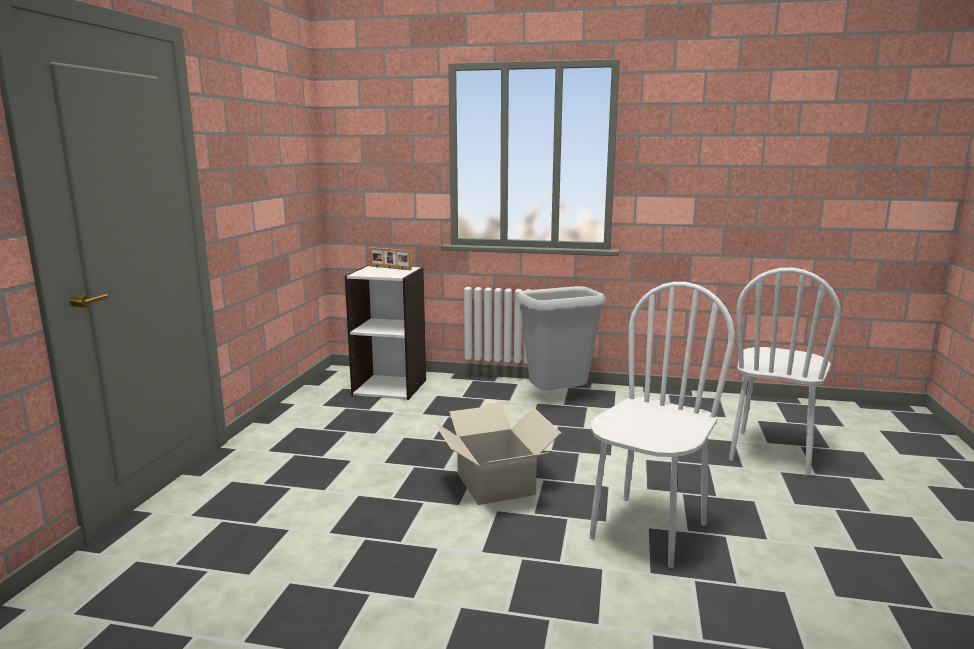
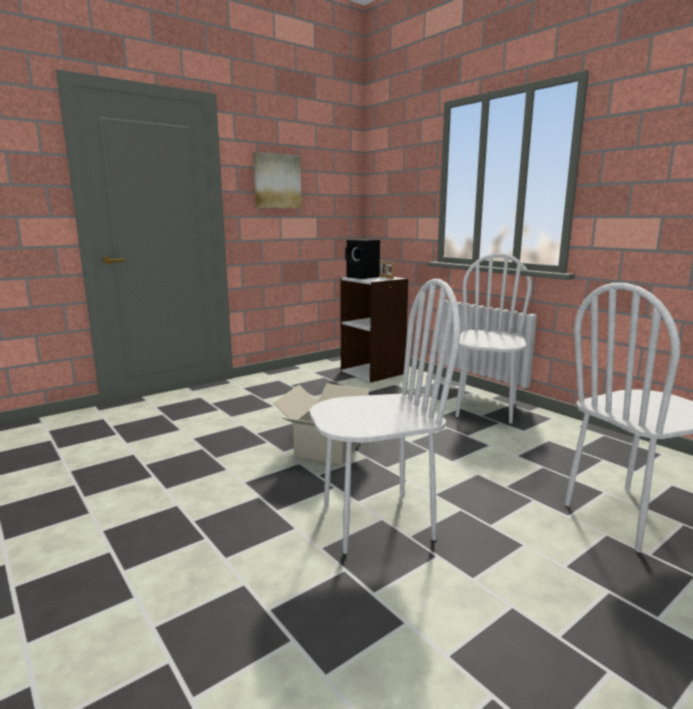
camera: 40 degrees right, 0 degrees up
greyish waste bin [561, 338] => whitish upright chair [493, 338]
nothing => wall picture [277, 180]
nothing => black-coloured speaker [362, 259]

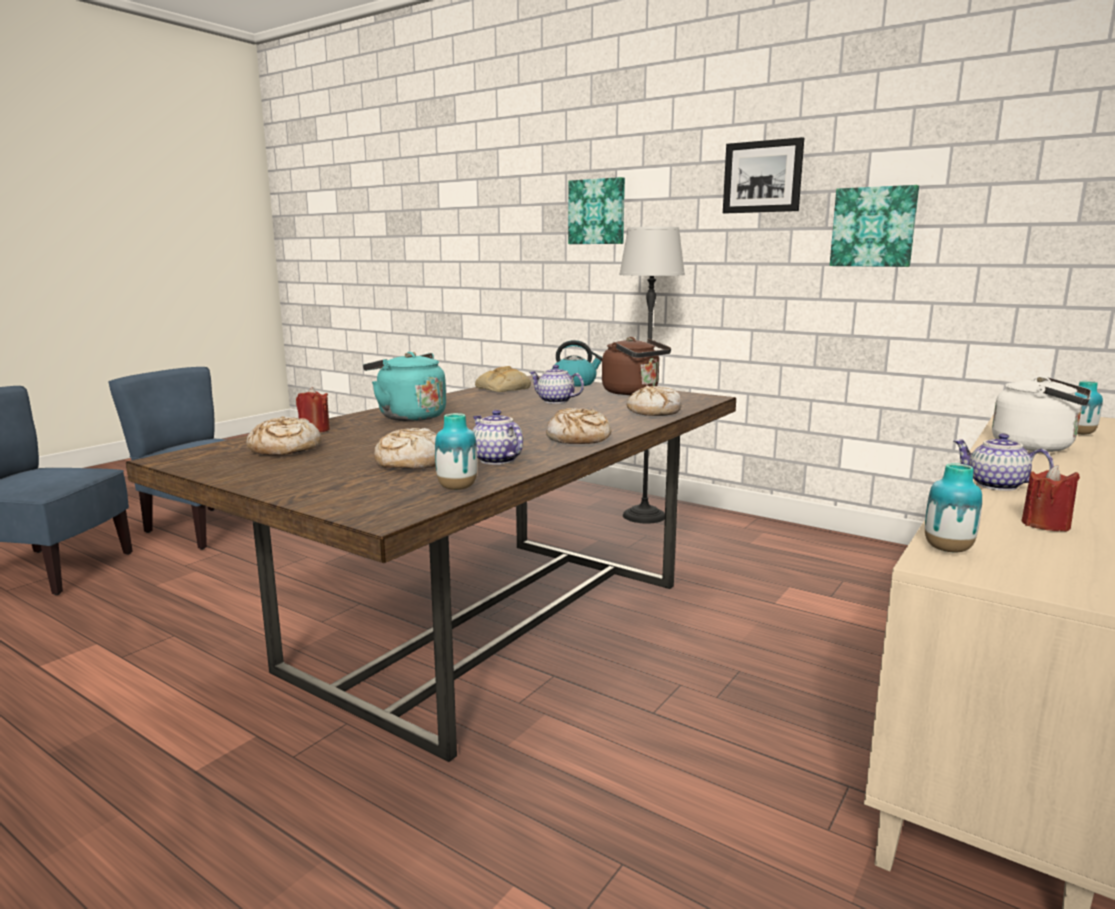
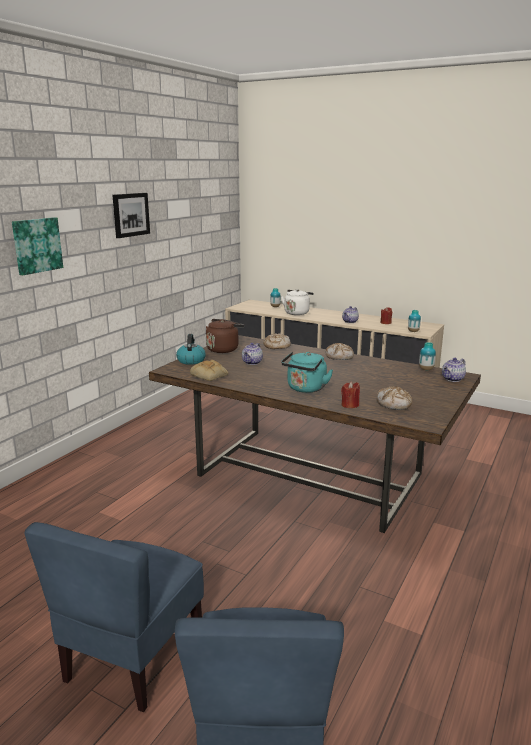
camera: 95 degrees left, 5 degrees up
bread [405, 448] => nothing
tea pot [497, 437] => tea pot [454, 370], move
standard lamp [652, 375] => nothing
wall picture [874, 226] => nothing

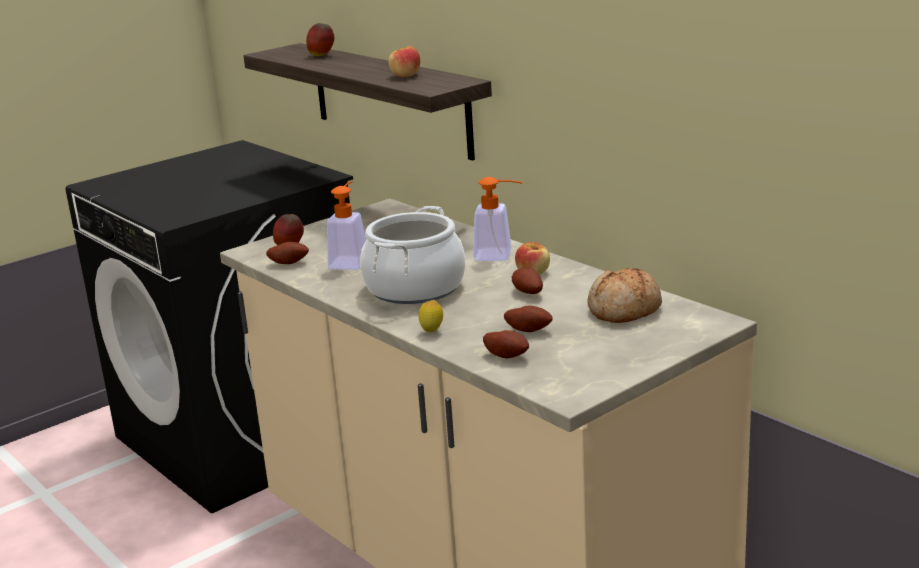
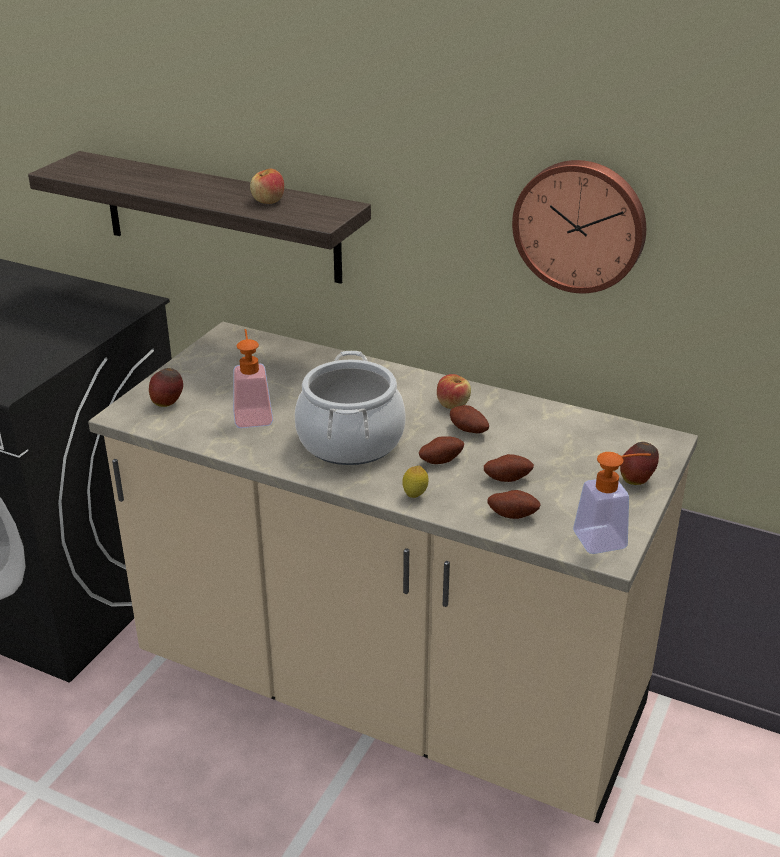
camera: 25 degrees left, 10 degrees up
whole potato [287, 253] => whole potato [441, 450], move
apple [320, 39] => apple [639, 463], move
soap dispenser [498, 219] => soap dispenser [612, 503], move
bread [625, 295] => nothing
nothing => wall clock [579, 226]

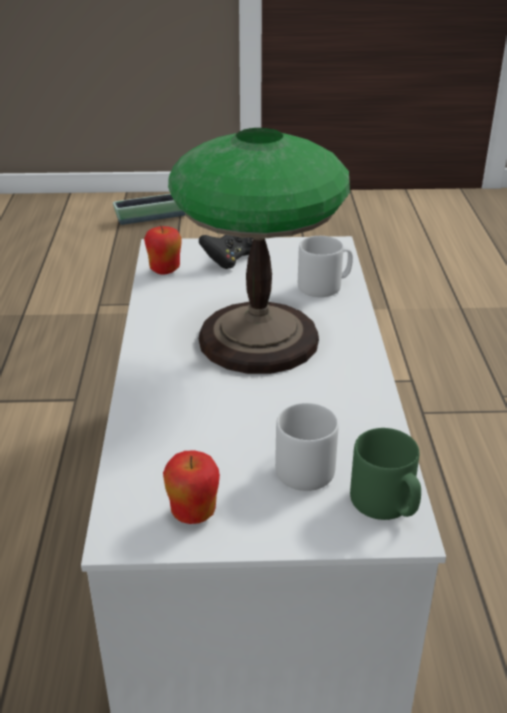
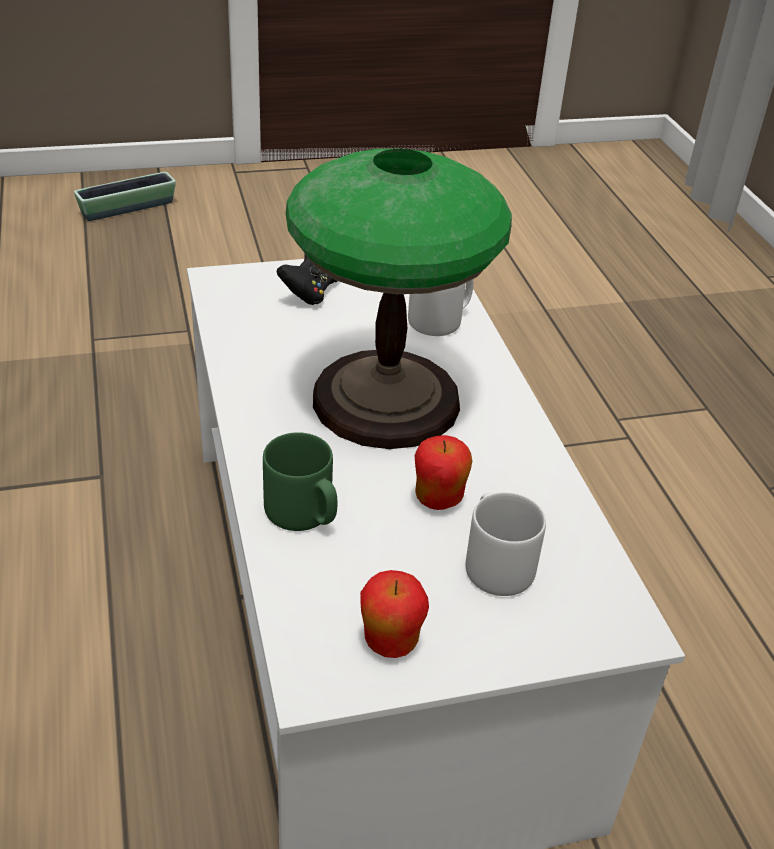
camera: 15 degrees left, 5 degrees up
apple [163, 250] => apple [443, 472], move
green tea mug [385, 474] => green tea mug [300, 481], move

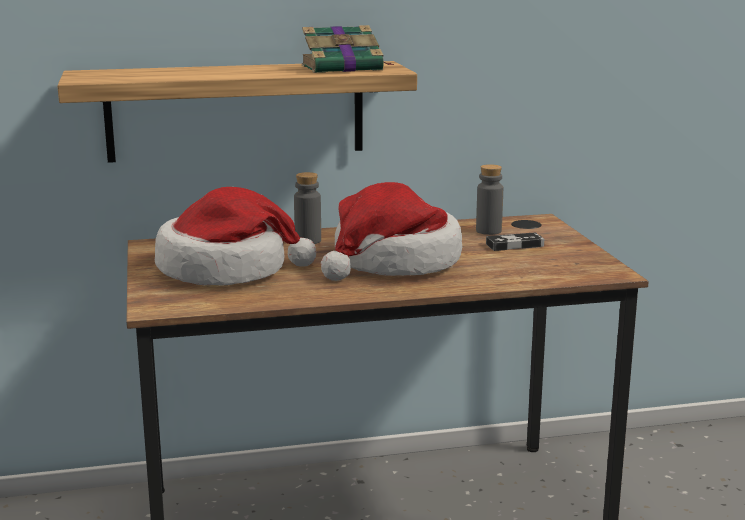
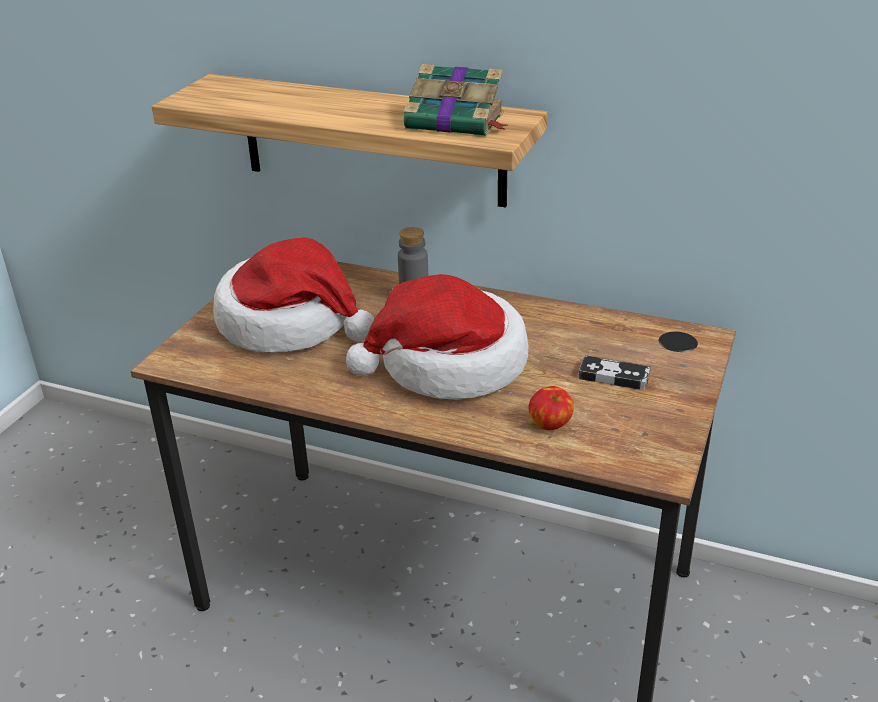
camera: 35 degrees right, 15 degrees up
greyish beverage bottle [489, 199] => nothing
nothing => apple [551, 408]

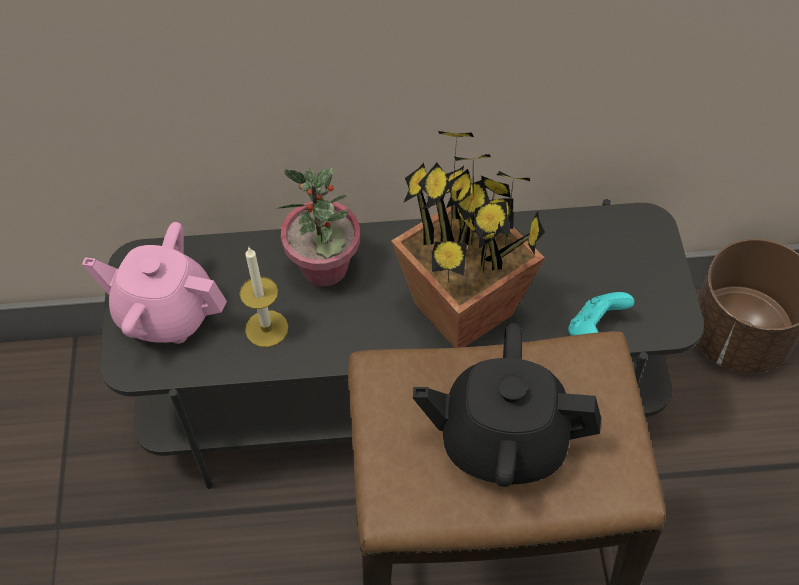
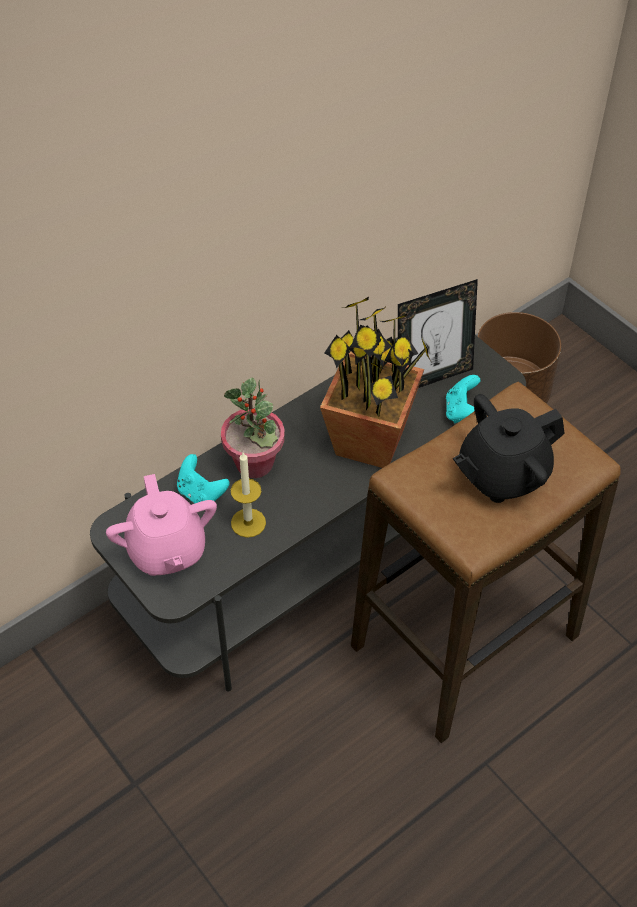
camera: 35 degrees left, 5 degrees down
pink-coloured tea pot [154, 283] => pink-coloured tea pot [161, 525], 90 degrees counterclockwise
nothing => turquoise gamepad [203, 479]
nothing => picture frame [438, 333]

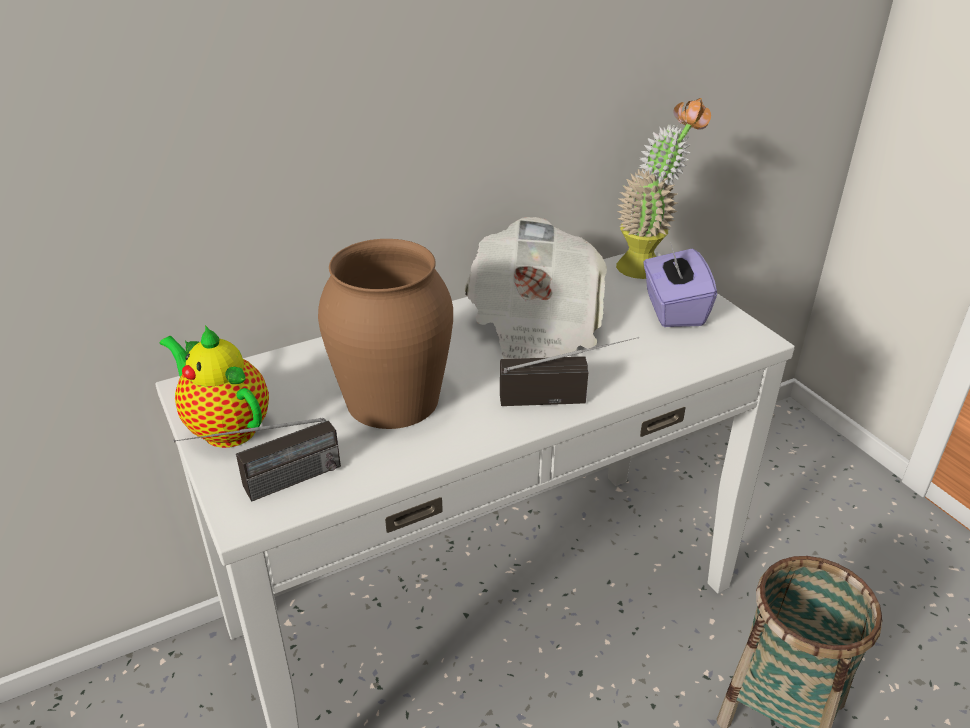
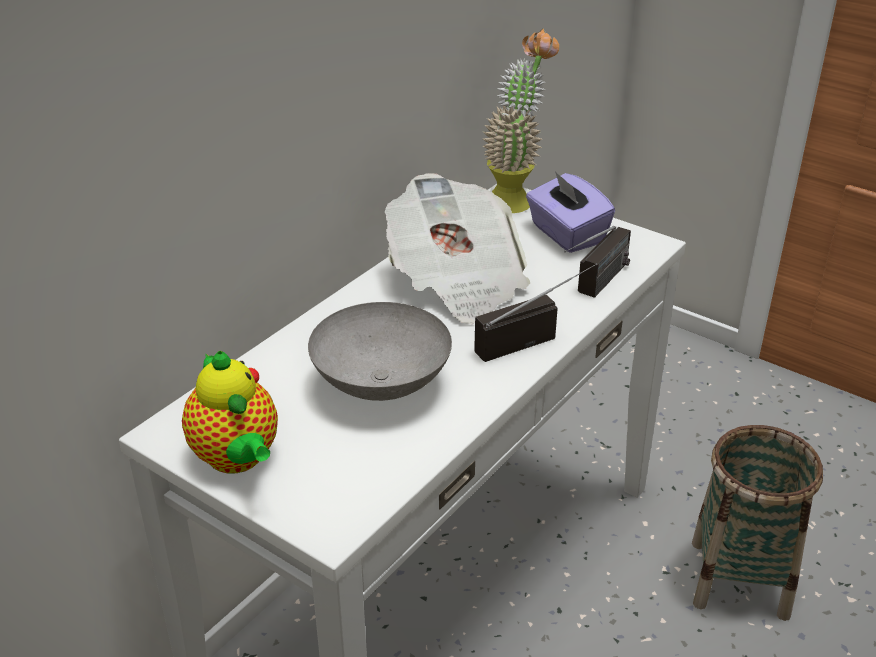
camera: 25 degrees left, 0 degrees up
tea pot [214, 386] => tea pot [230, 412], 135 degrees counterclockwise
radio [257, 459] => radio [597, 262], move
brown-coloured vase [385, 334] => greyish deep dish [380, 351]

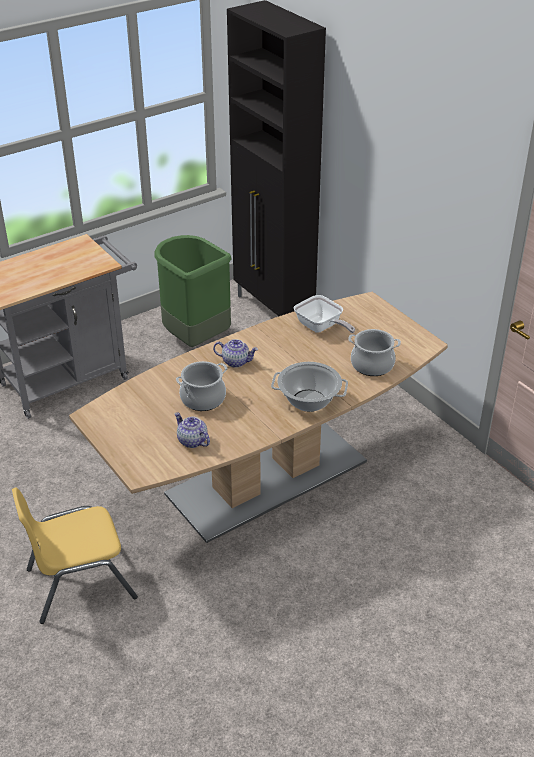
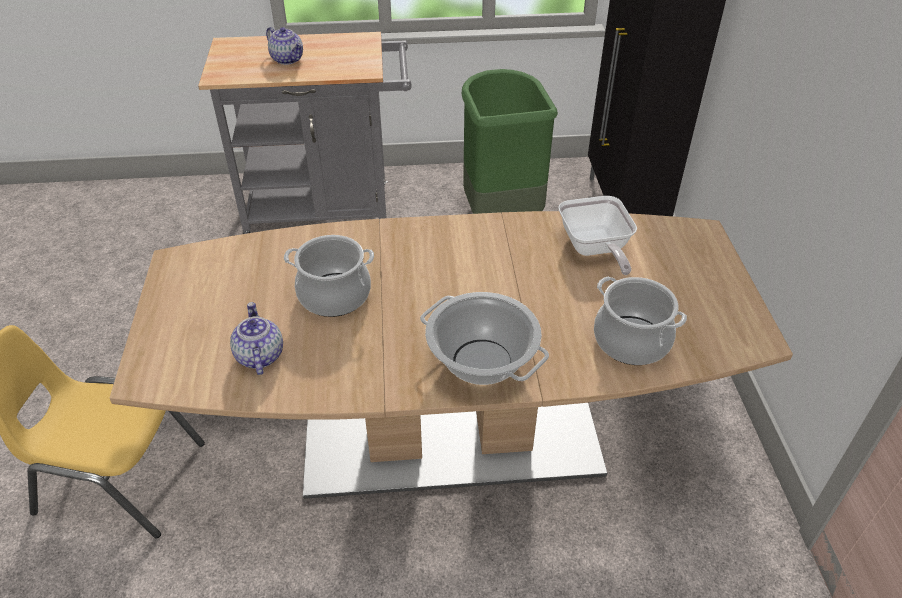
camera: 30 degrees right, 5 degrees up
tea pot [235, 353] => tea pot [284, 46], move

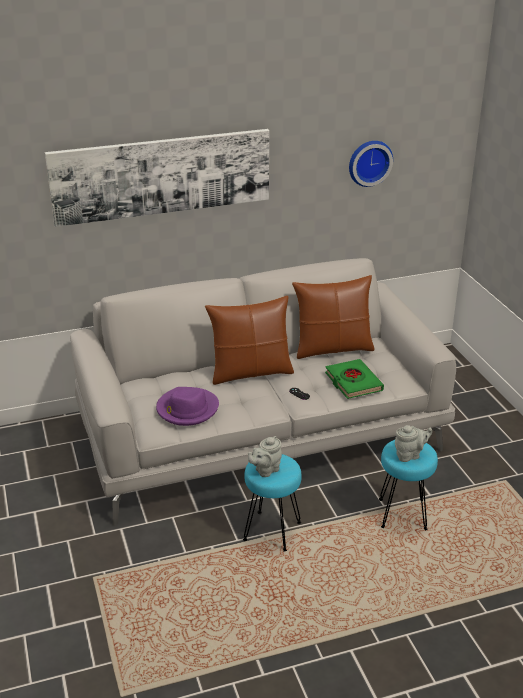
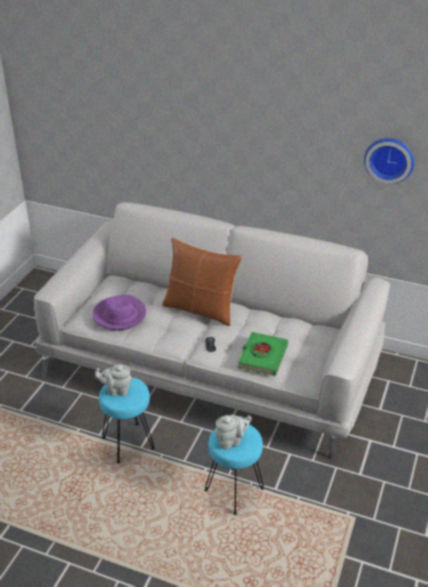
camera: 40 degrees right, 5 degrees up
wall picture [157, 178] => nothing
brown-coloured pillow [333, 317] => nothing
greyish tea pot [413, 443] => greyish tea pot [233, 432], 45 degrees counterclockwise

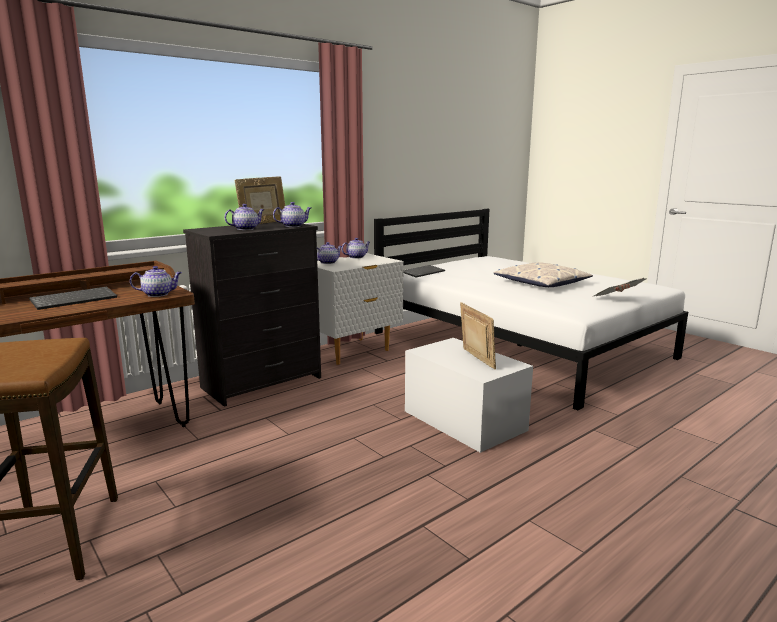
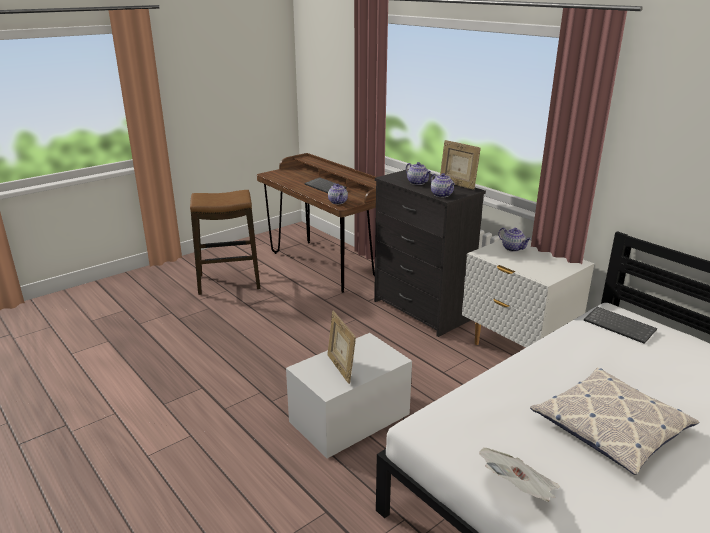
camera: 90 degrees right, 10 degrees up
tea pot [355, 248] => nothing
picture frame [478, 336] => picture frame [342, 347], 90 degrees clockwise

